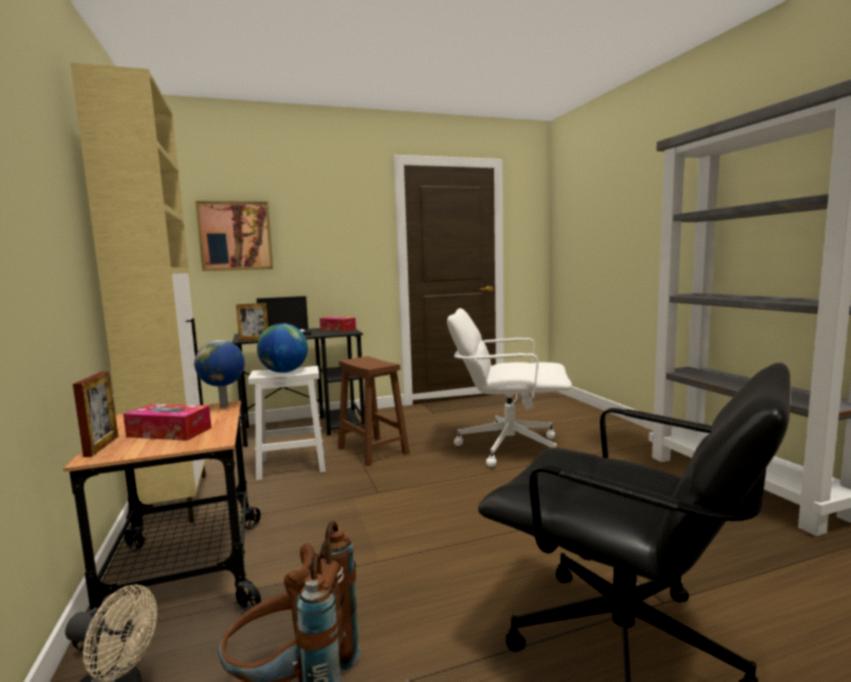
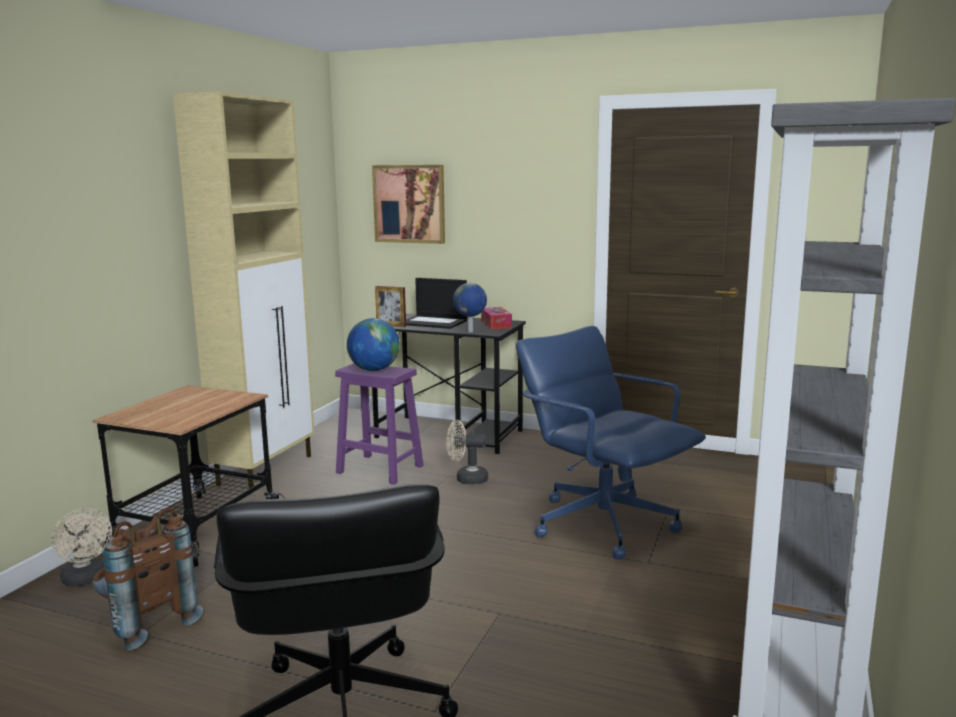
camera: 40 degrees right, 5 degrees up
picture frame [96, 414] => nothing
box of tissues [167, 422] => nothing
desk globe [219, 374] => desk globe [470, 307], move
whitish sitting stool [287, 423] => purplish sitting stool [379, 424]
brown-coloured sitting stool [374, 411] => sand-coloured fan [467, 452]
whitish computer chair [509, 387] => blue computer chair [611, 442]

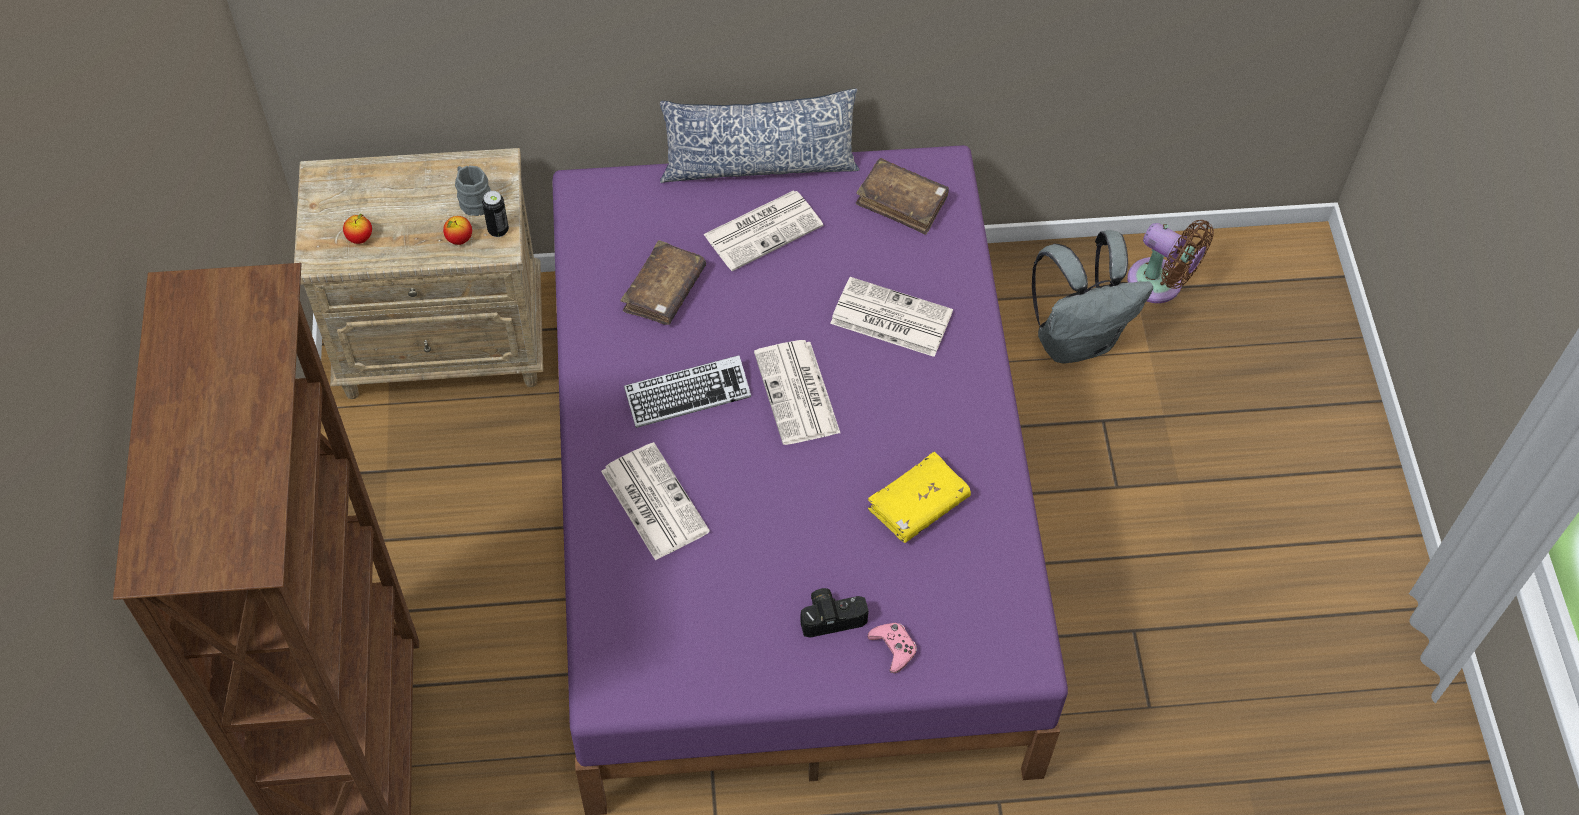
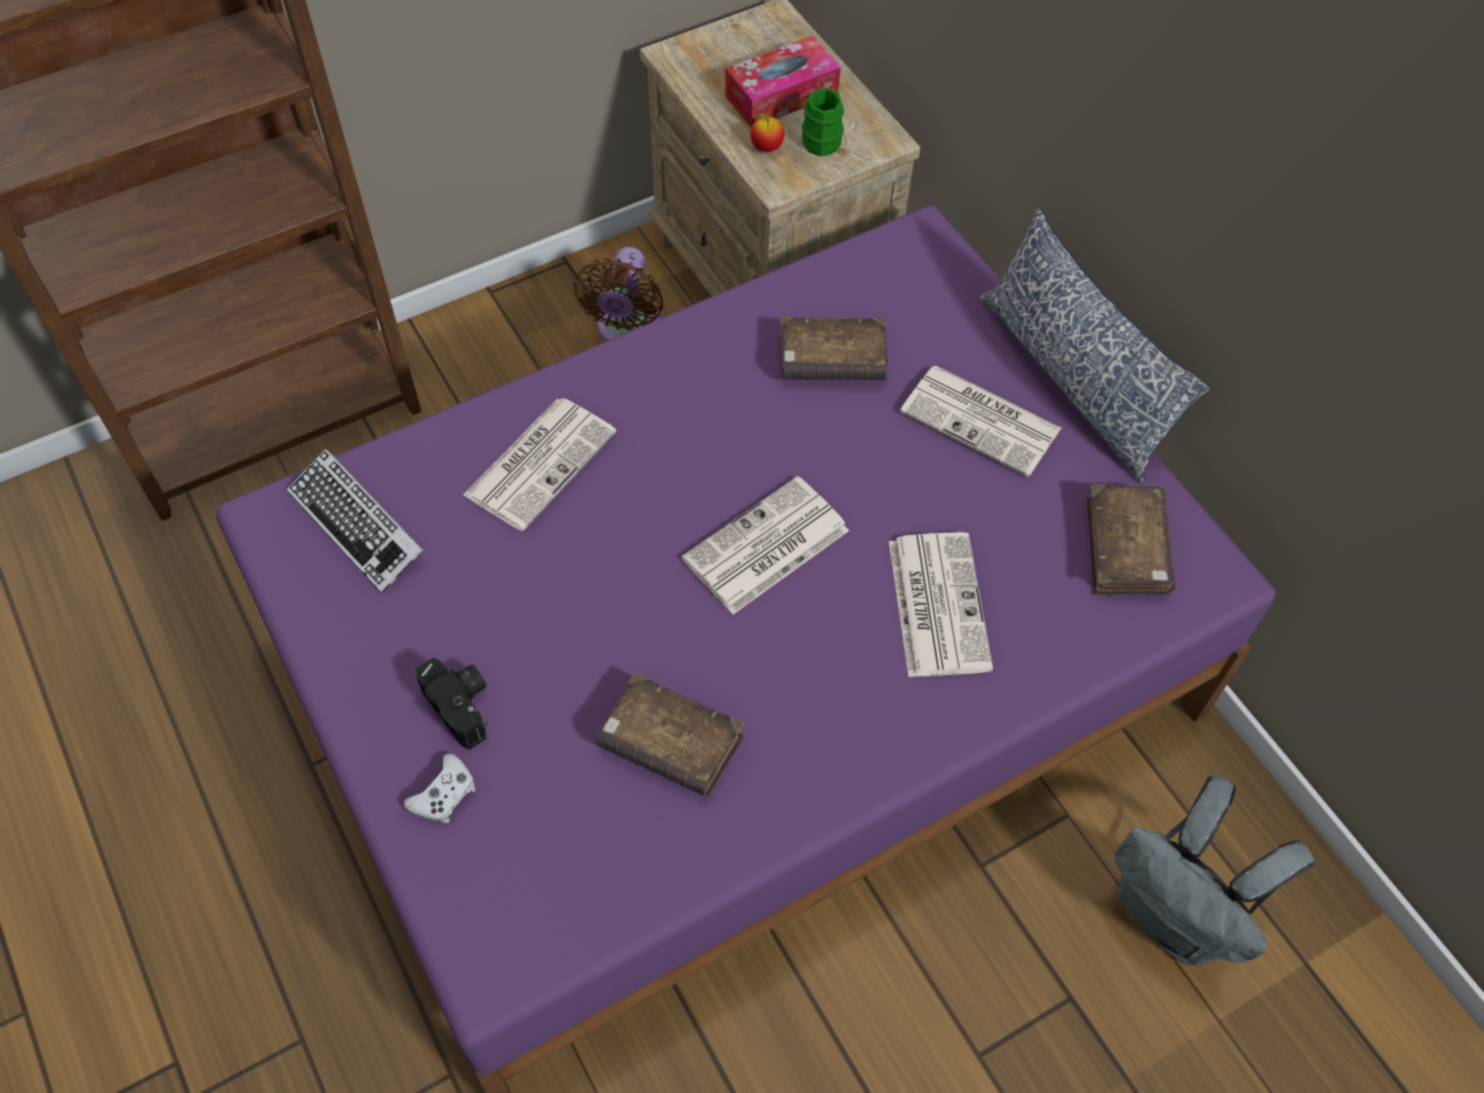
camera: 65 degrees right, 0 degrees up
apple [357, 228] => nothing
greyish tea mug [473, 191] => green tea mug [823, 122]
can [495, 214] => nothing
computer keyboard [687, 391] => computer keyboard [355, 521], move
pink-coloured gamepad [892, 648] => whitish gamepad [440, 788]
yellowish book [919, 497] => brown-coloured book [670, 735]
brown-coloured fan [1170, 261] => brown-coloured fan [618, 294], move
nothing => box of tissues [783, 81]

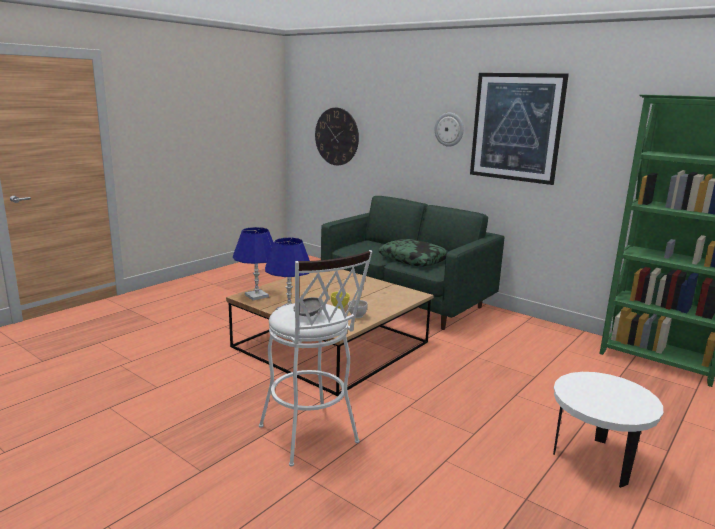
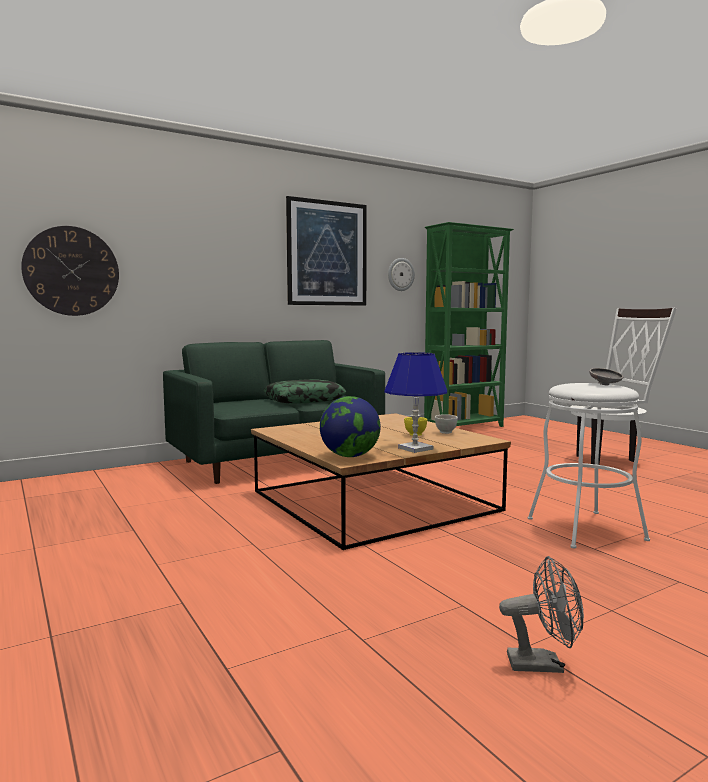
camera: 70 degrees left, 10 degrees down
blue table lamp [253, 263] => desk globe [350, 426]
wall clock [449, 130] => wall clock [401, 274], move
nothing => greyish fan [541, 614]

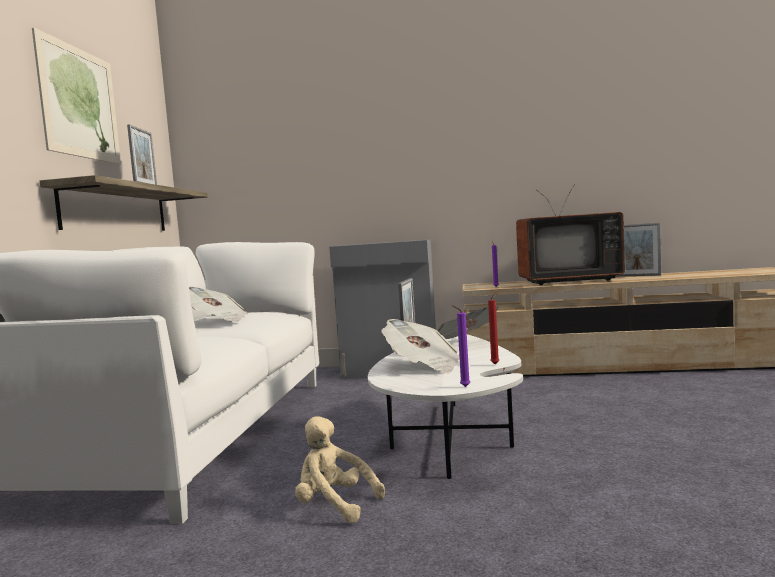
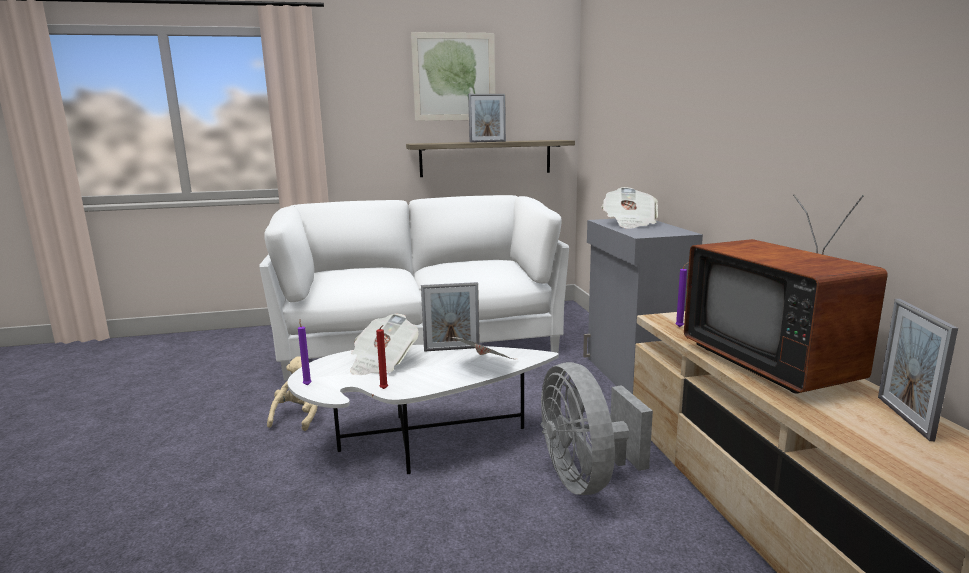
camera: 70 degrees right, 10 degrees up
daily paper [218, 304] => daily paper [630, 208], move
nothing => greyish fan [597, 428]

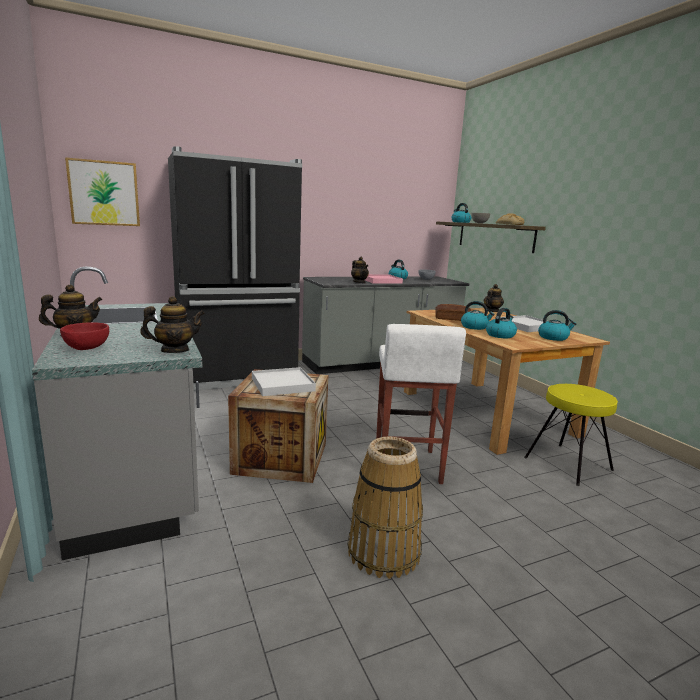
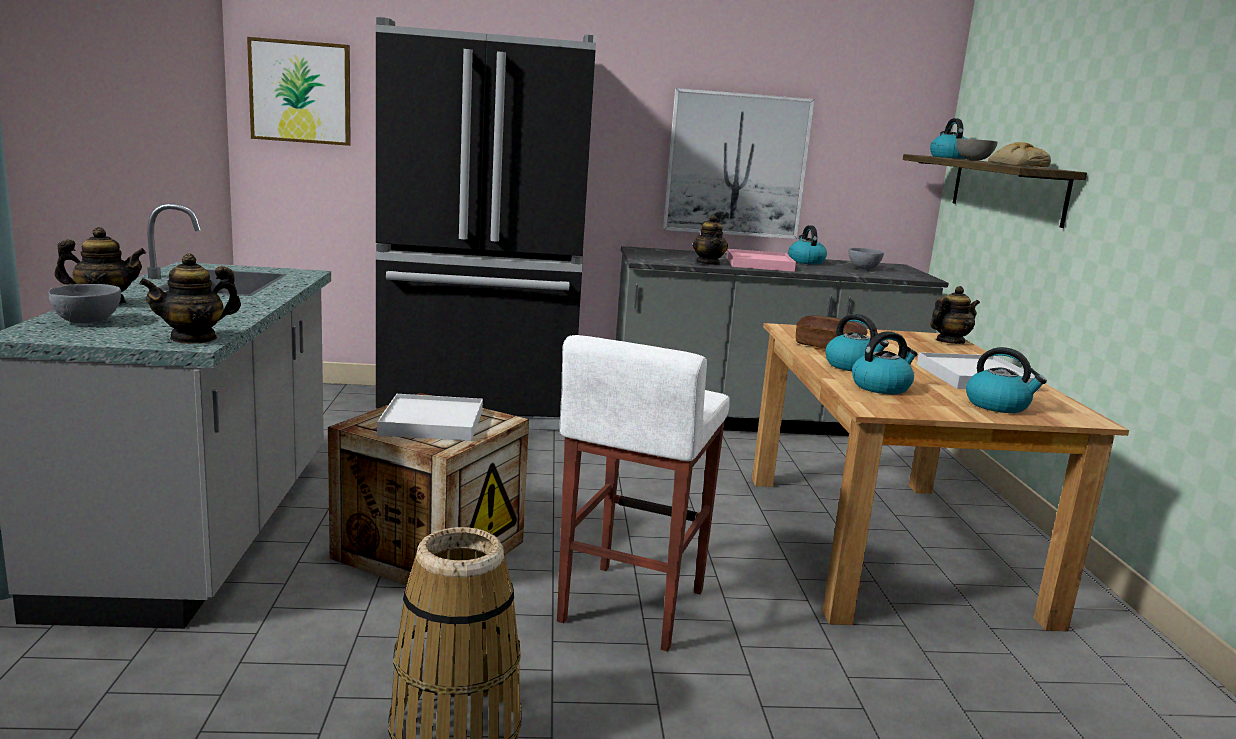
camera: 20 degrees right, 0 degrees up
reddish deep dish [84, 336] => greyish deep dish [84, 303]
tea pot [172, 324] => tea pot [190, 298], 135 degrees clockwise
yellowish sitting stool [571, 435] => nothing
nothing => wall picture [739, 163]

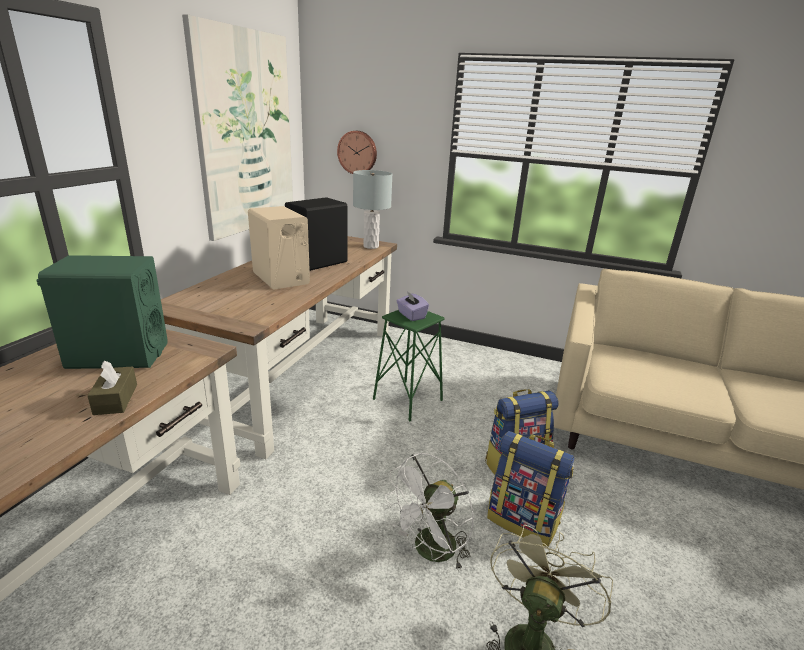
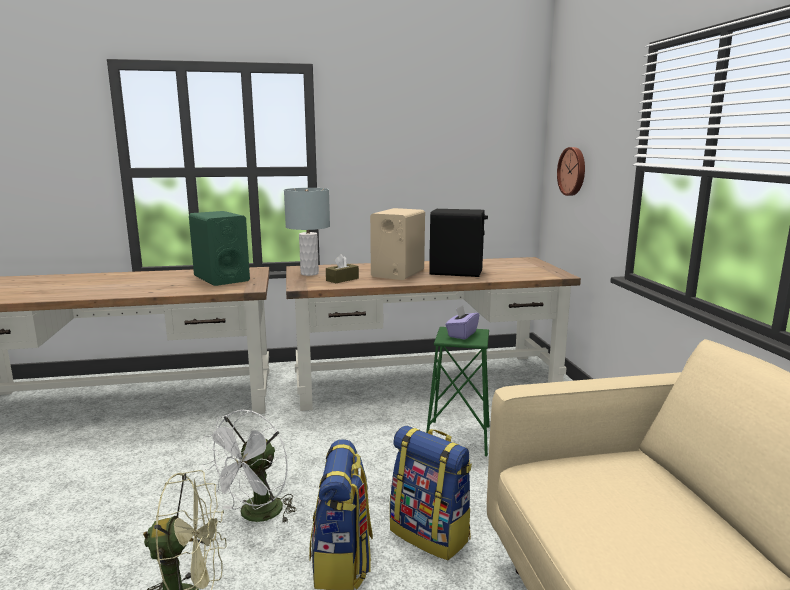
camera: 60 degrees right, 10 degrees down
brown-coloured box of tissues [112, 387] => brown-coloured box of tissues [342, 268], move
wall picture [237, 127] => nothing
greyish table lamp [372, 209] => greyish table lamp [307, 232], move
whitish fan [429, 511] => whitish fan [249, 467], 75 degrees counterclockwise

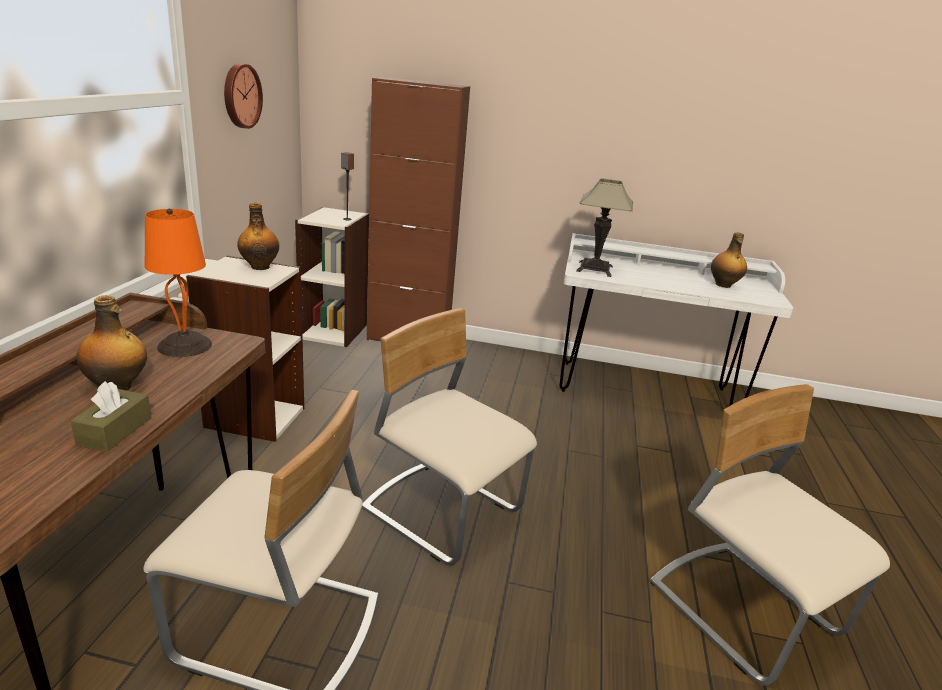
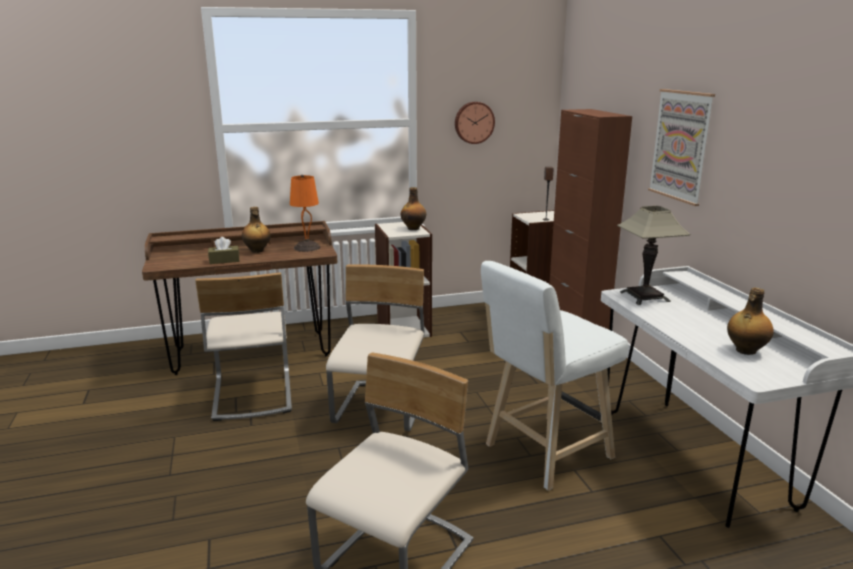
camera: 65 degrees right, 5 degrees down
nothing => whitish sitting stool [554, 376]
nothing => wall picture [681, 147]

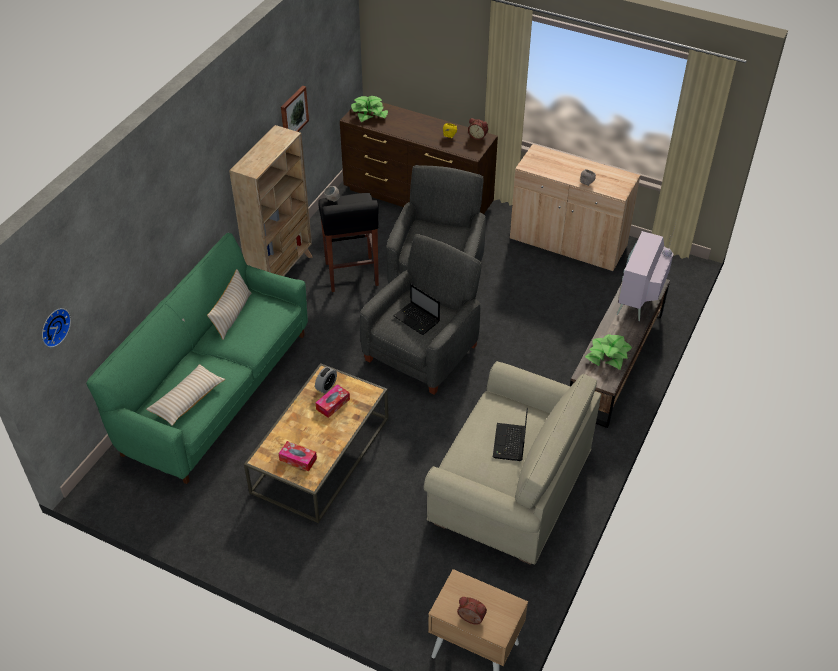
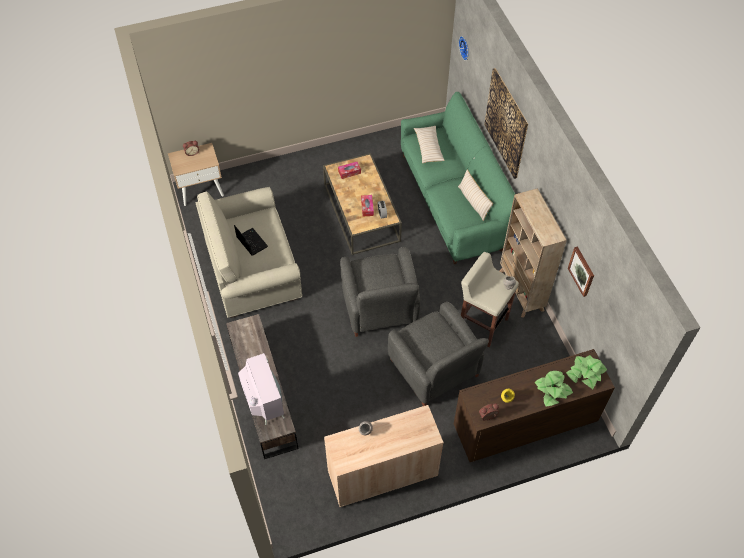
camera: 135 degrees right, 10 degrees up
black-coloured sitting stool [348, 242] => sand-coloured sitting stool [490, 299]
laptop [416, 309] => nothing
plant in a pot [608, 352] => plant in a pot [553, 389], move
nothing => wall picture [506, 123]

